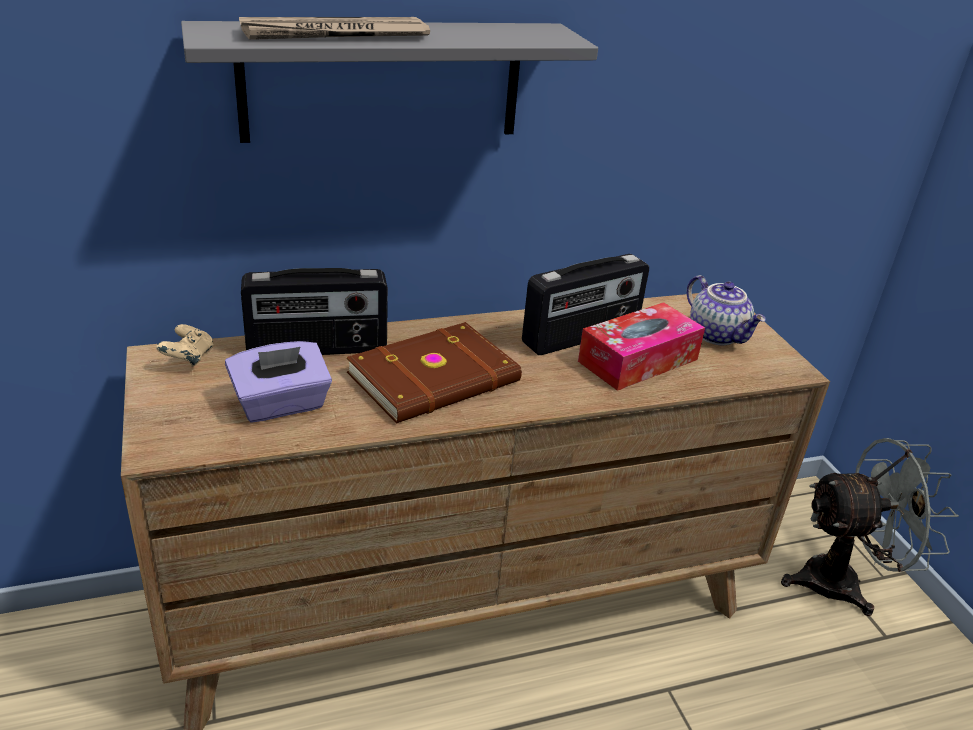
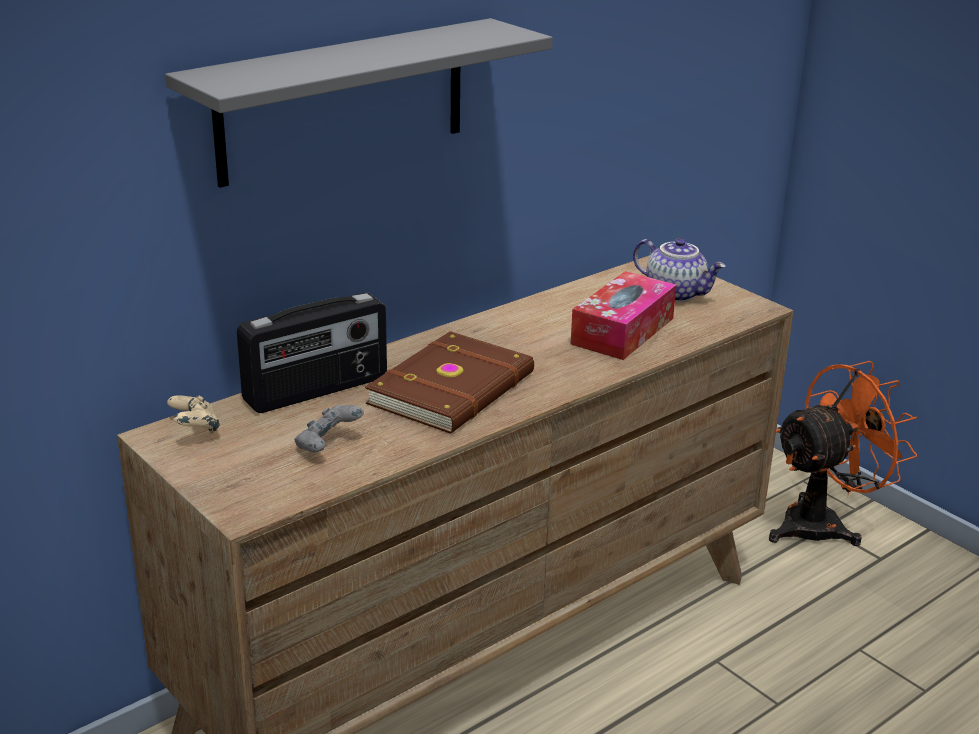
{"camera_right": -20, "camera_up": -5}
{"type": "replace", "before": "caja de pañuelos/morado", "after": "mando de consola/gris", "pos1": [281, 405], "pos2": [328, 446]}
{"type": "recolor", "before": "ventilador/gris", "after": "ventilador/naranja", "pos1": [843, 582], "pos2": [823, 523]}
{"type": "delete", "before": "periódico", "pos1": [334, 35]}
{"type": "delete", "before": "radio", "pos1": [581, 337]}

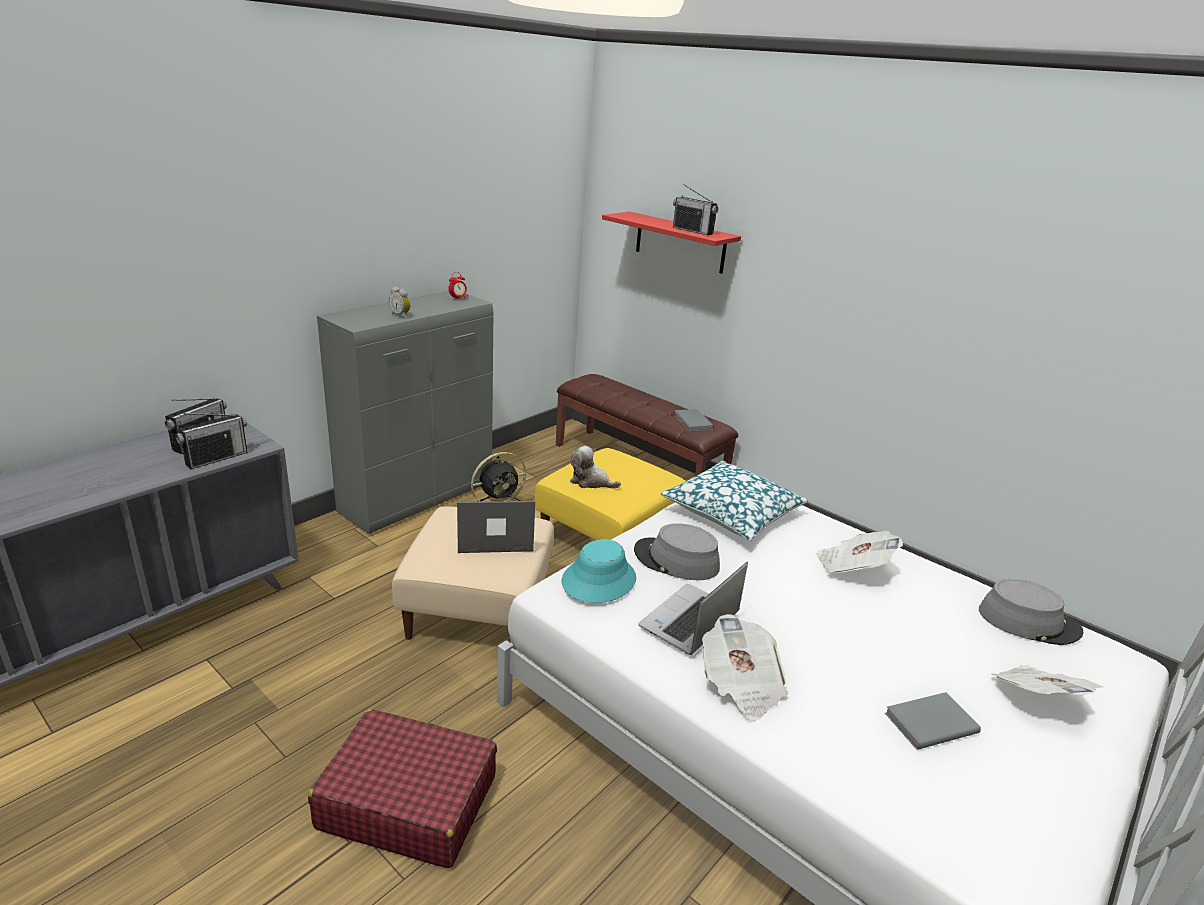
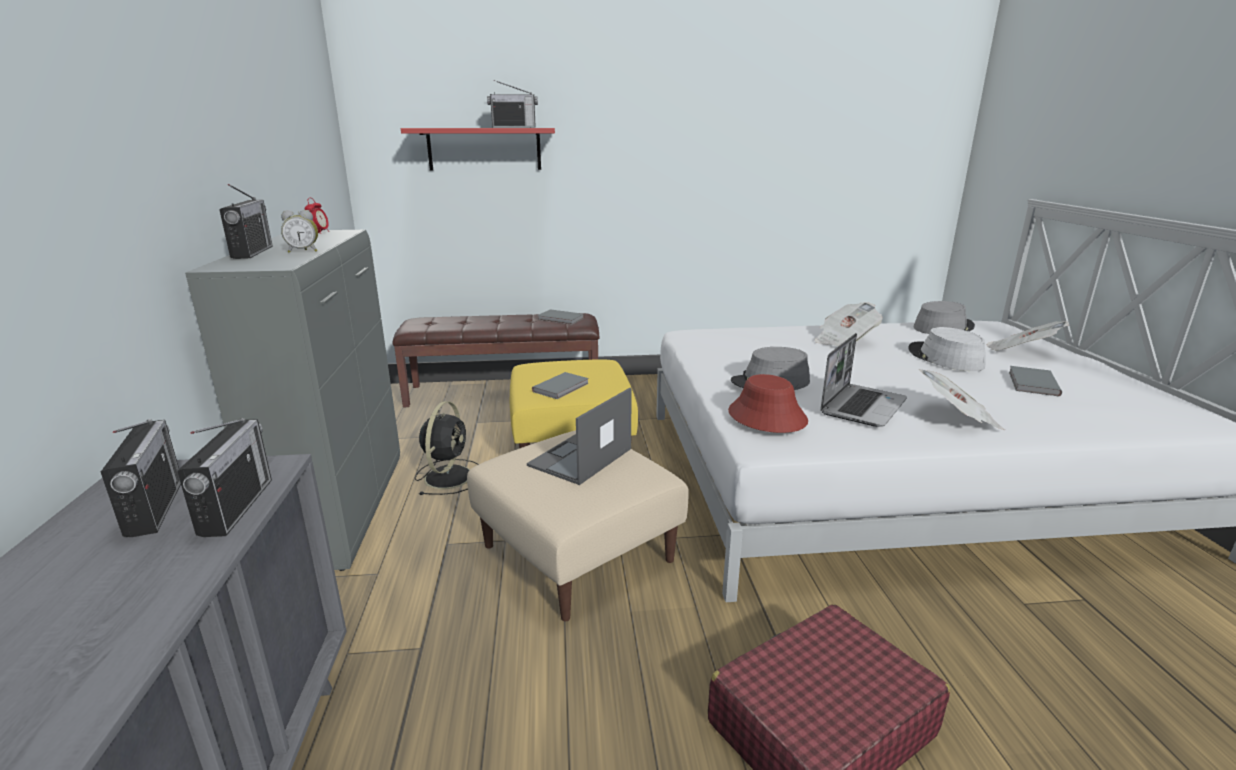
{"camera_right": -45, "camera_up": -5}
{"type": "insert", "after": "radio", "pos2": [252, 252]}
{"type": "replace", "before": "peluche", "after": "libro/gris", "pos1": [591, 482], "pos2": [562, 387]}
{"type": "recolor", "before": "sombrero/turquesa", "after": "sombrero/rojo", "pos1": [598, 580], "pos2": [766, 417]}
{"type": "rotate", "before": "portátil", "pos1": [689, 622], "pos2": [862, 406], "turn": -135}
{"type": "insert", "after": "sombrero/gris", "pos2": [944, 358]}
{"type": "delete", "before": "cojín", "pos1": [732, 512]}

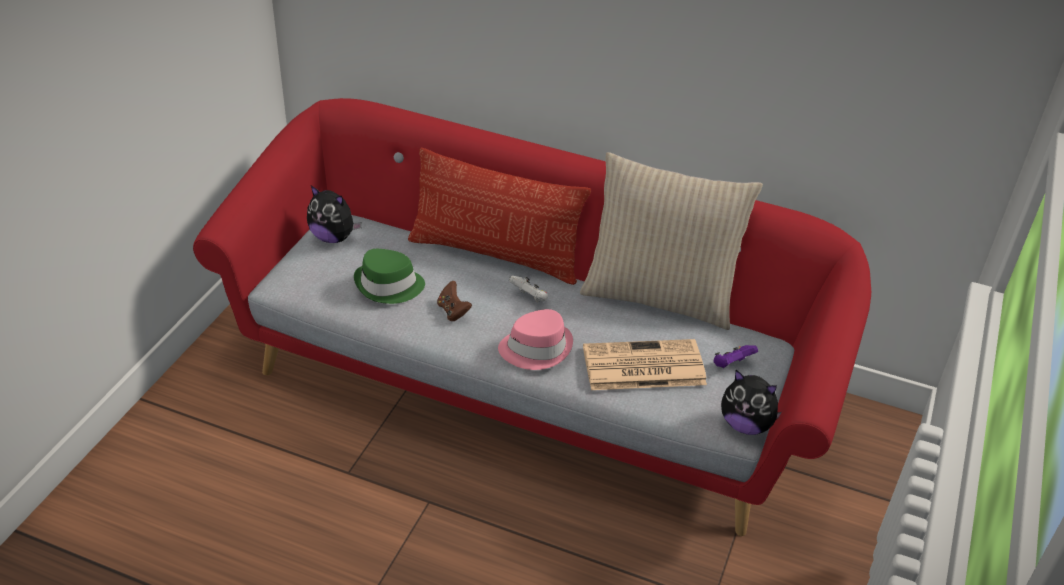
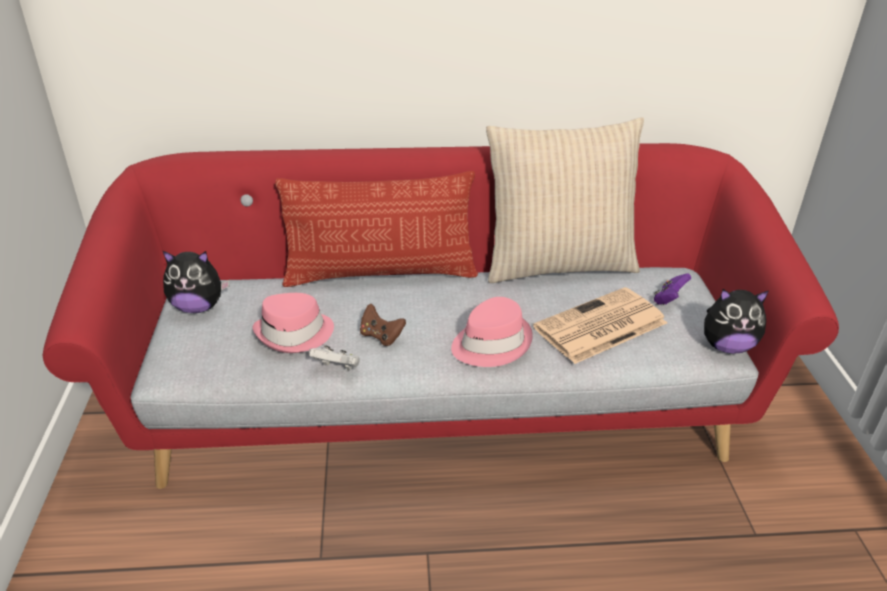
{"camera_right": -25, "camera_up": -5}
{"type": "recolor", "before": "sombrero/verde", "after": "sombrero/rosa", "pos1": [389, 286], "pos2": [295, 334]}
{"type": "move", "before": "mando de consola/blanco", "pos1": [529, 297], "pos2": [337, 368]}

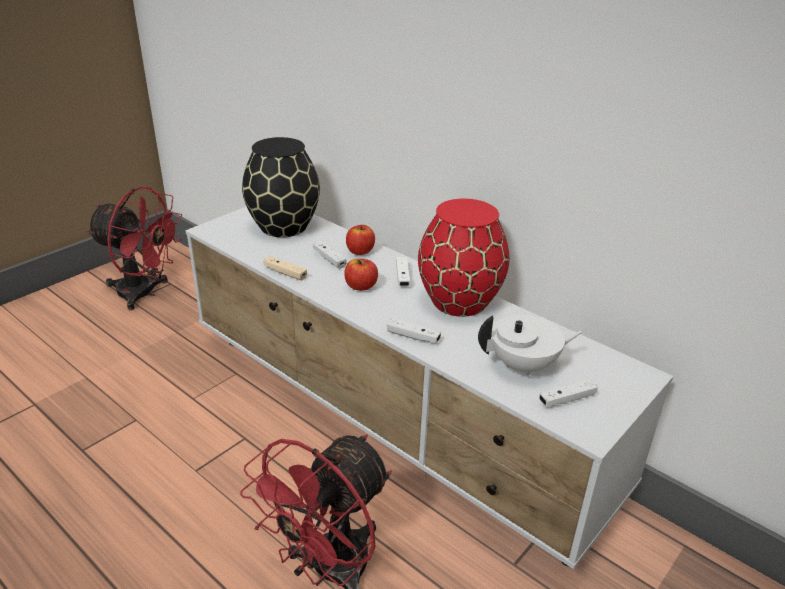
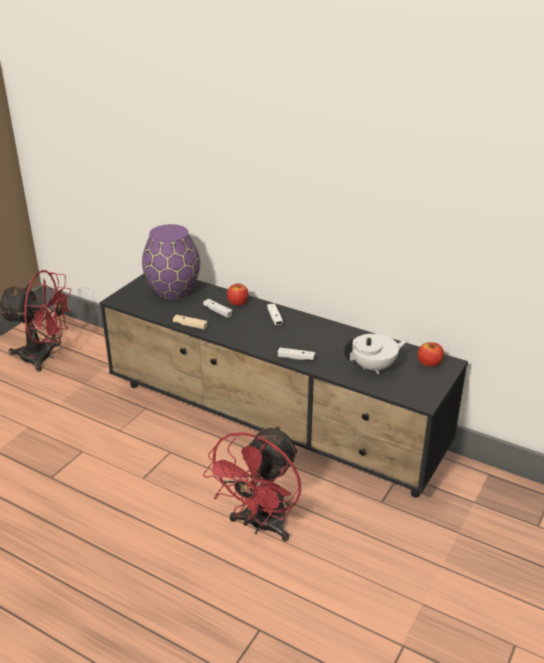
{"camera_right": -10, "camera_up": 0}
{"type": "recolor", "before": "mueble de televisión/blanco", "after": "mueble de televisión/negro", "pos1": [391, 421], "pos2": [273, 425]}
{"type": "recolor", "before": "florero/negro", "after": "florero/morado", "pos1": [284, 227], "pos2": [174, 290]}
{"type": "move", "before": "manzana", "pos1": [361, 286], "pos2": [429, 363]}
{"type": "delete", "before": "florero/rojo", "pos1": [460, 301]}
{"type": "delete", "before": "mando de consola/blanco", "pos1": [567, 399]}

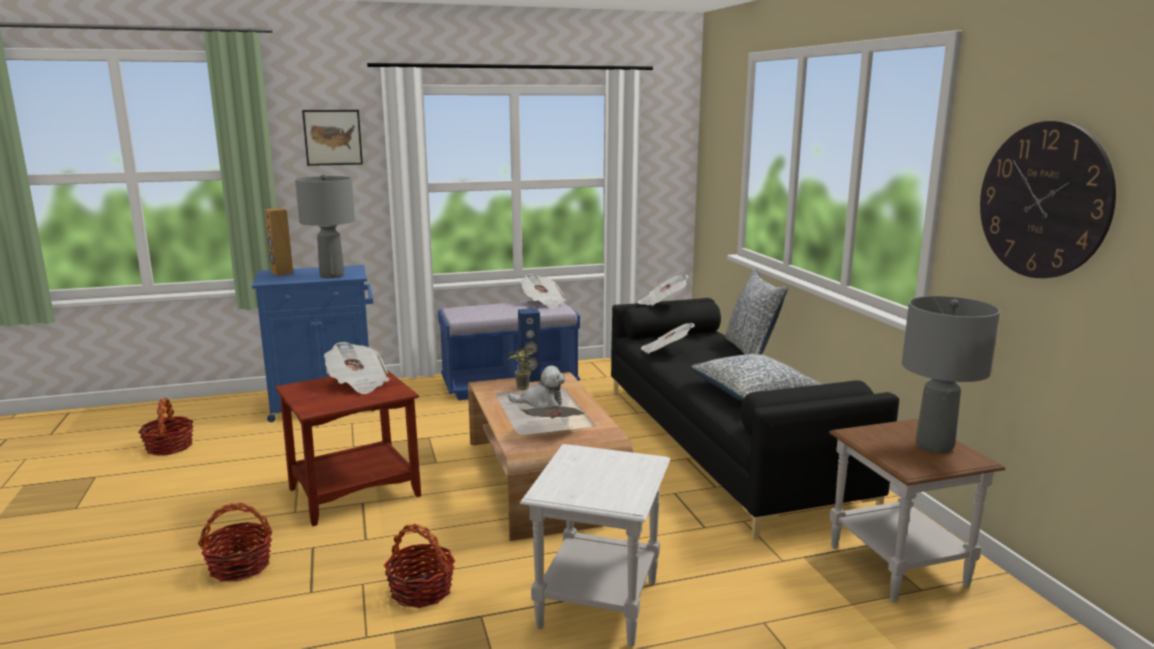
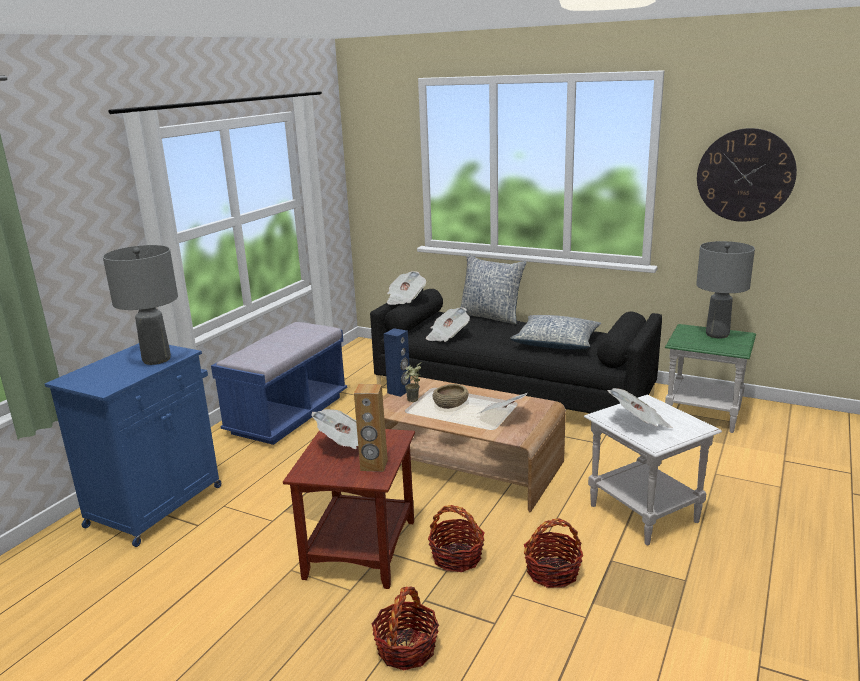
{"camera_right": -45, "camera_up": 5}
{"type": "move", "before": "altavoz/marrón", "pos1": [282, 273], "pos2": [374, 465]}
{"type": "move", "before": "cesta", "pos1": [169, 447], "pos2": [457, 557]}
{"type": "replace", "before": "peluche", "after": "cuenco/beis", "pos1": [540, 402], "pos2": [450, 404]}
{"type": "move", "before": "periódico", "pos1": [543, 303], "pos2": [639, 423]}
{"type": "recolor", "before": "mesa auxiliar/marrón", "after": "mesa auxiliar/verde", "pos1": [898, 566], "pos2": [704, 415]}
{"type": "delete", "before": "cuadro", "pos1": [333, 137]}

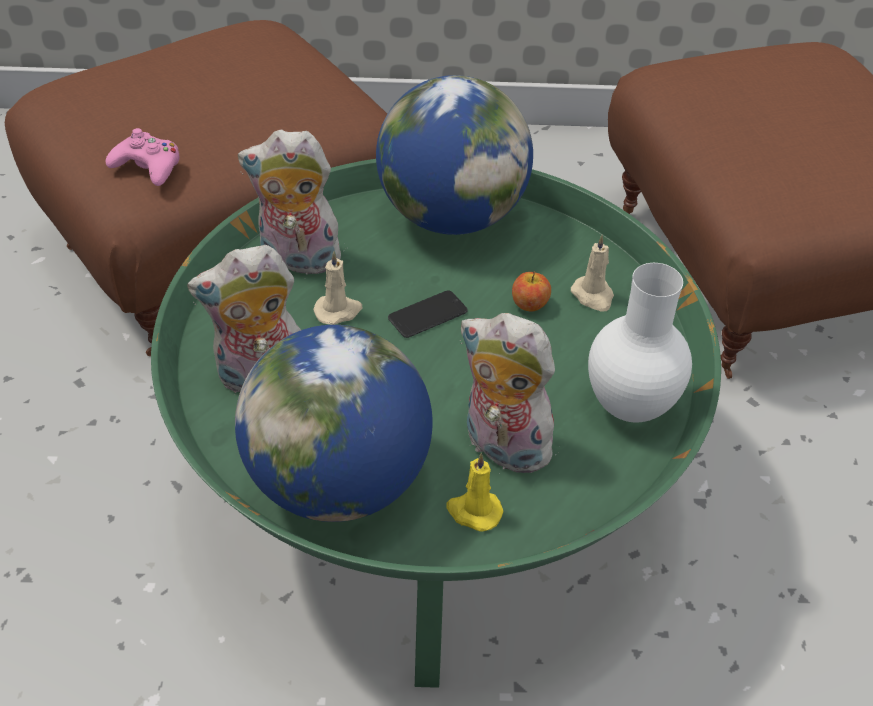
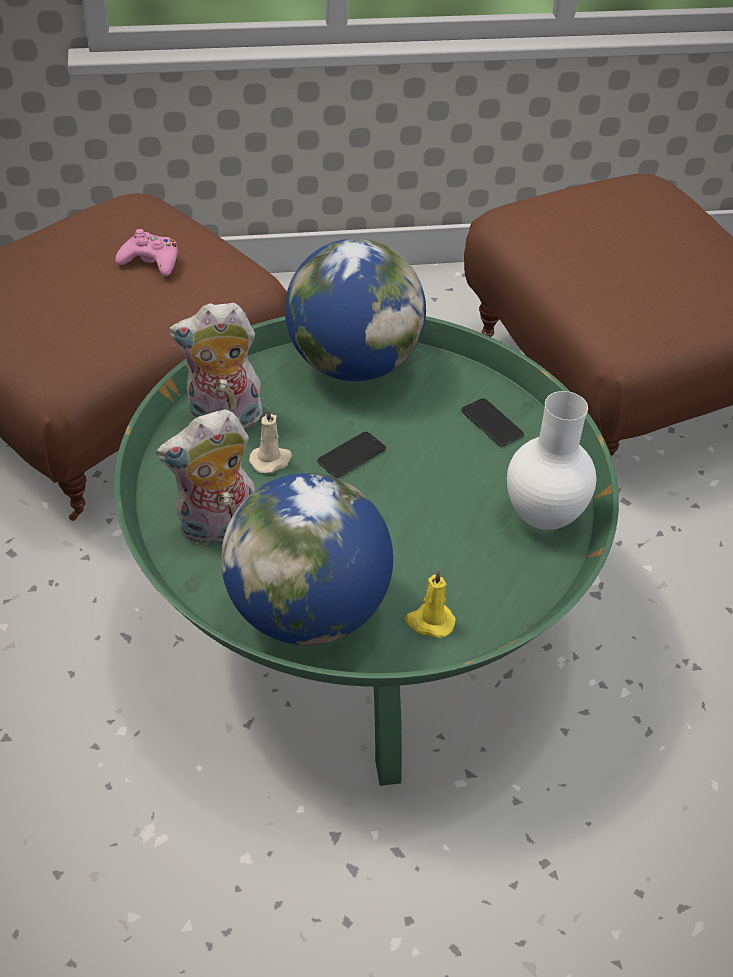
{"camera_right": -10, "camera_up": 0}
{"type": "move", "before": "mando de consola/rosa", "pos1": [147, 166], "pos2": [151, 261]}
{"type": "replace", "before": "vela/beis", "after": "móvil", "pos1": [593, 296], "pos2": [492, 423]}
{"type": "delete", "before": "peluche", "pos1": [501, 447]}
{"type": "delete", "before": "manzana", "pos1": [529, 304]}

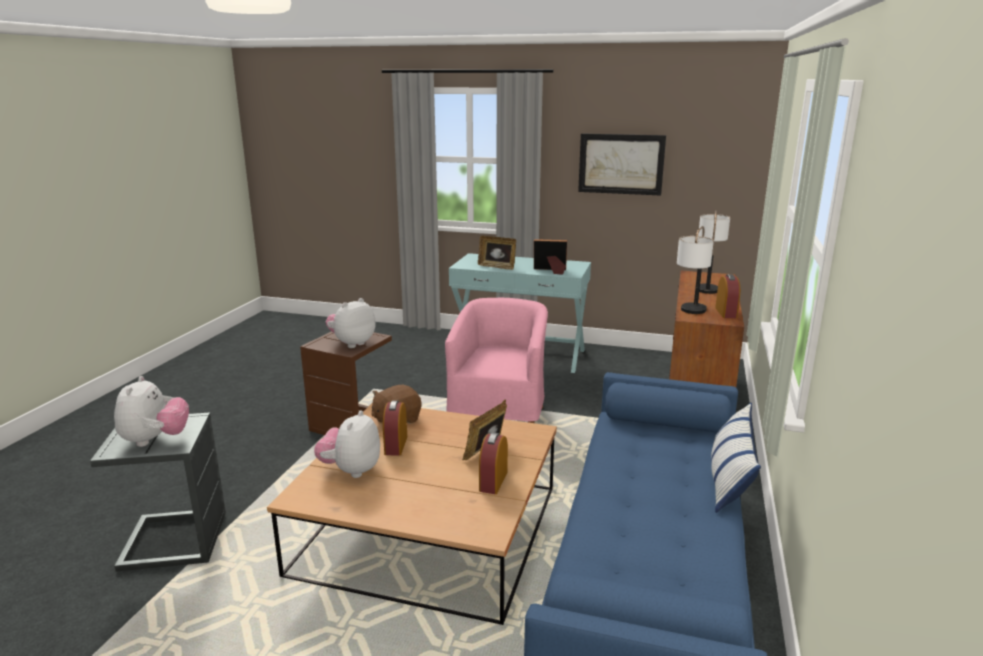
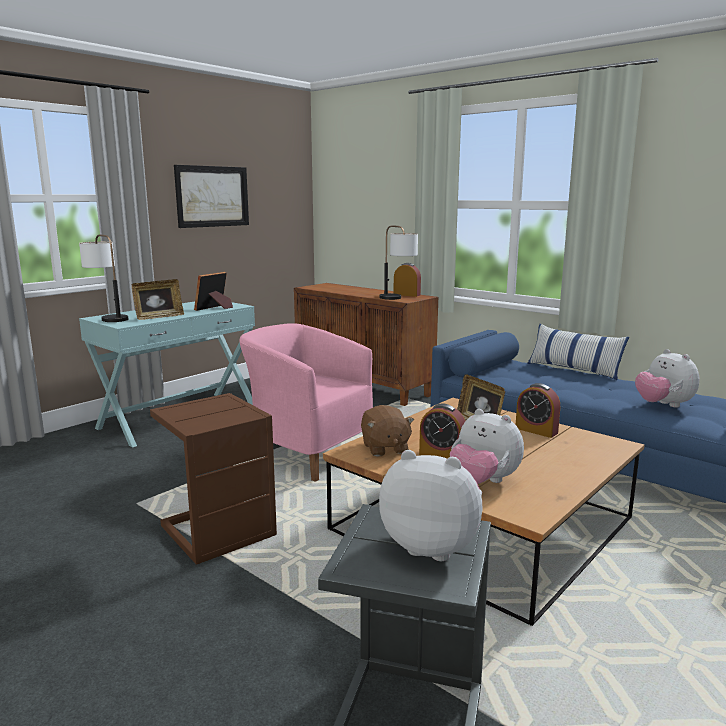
{"camera_right": -65, "camera_up": -5}
{"type": "move", "before": "lámpara de mesa", "pos1": [707, 286], "pos2": [108, 318]}
{"type": "move", "before": "peluche", "pos1": [352, 343], "pos2": [663, 405]}

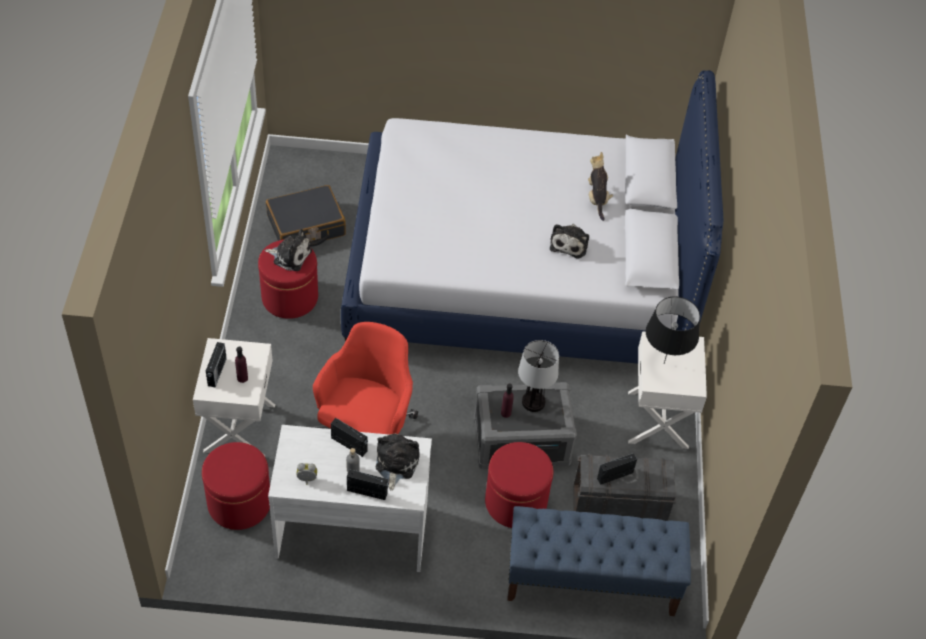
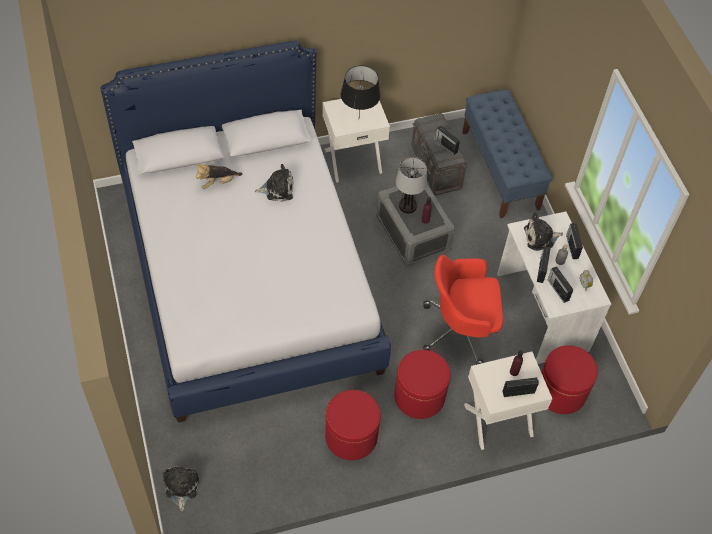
{"camera_right": -110, "camera_up": 5}
{"type": "move", "before": "peluche", "pos1": [290, 256], "pos2": [181, 487]}
{"type": "move", "before": "puf/rojo", "pos1": [515, 502], "pos2": [419, 396]}
{"type": "insert", "after": "radio", "pos2": [557, 289]}
{"type": "delete", "before": "maleta/negro", "pos1": [306, 226]}

